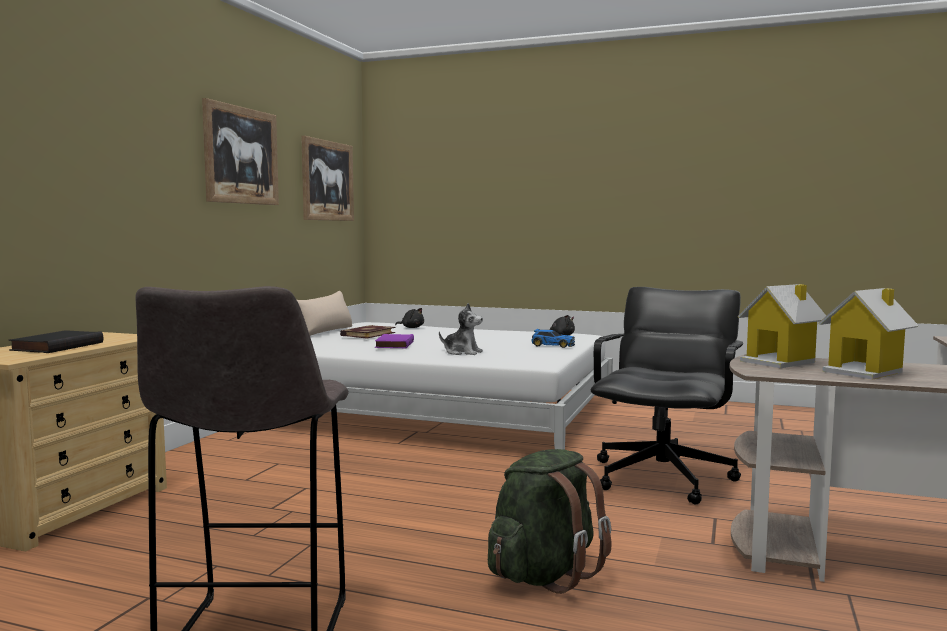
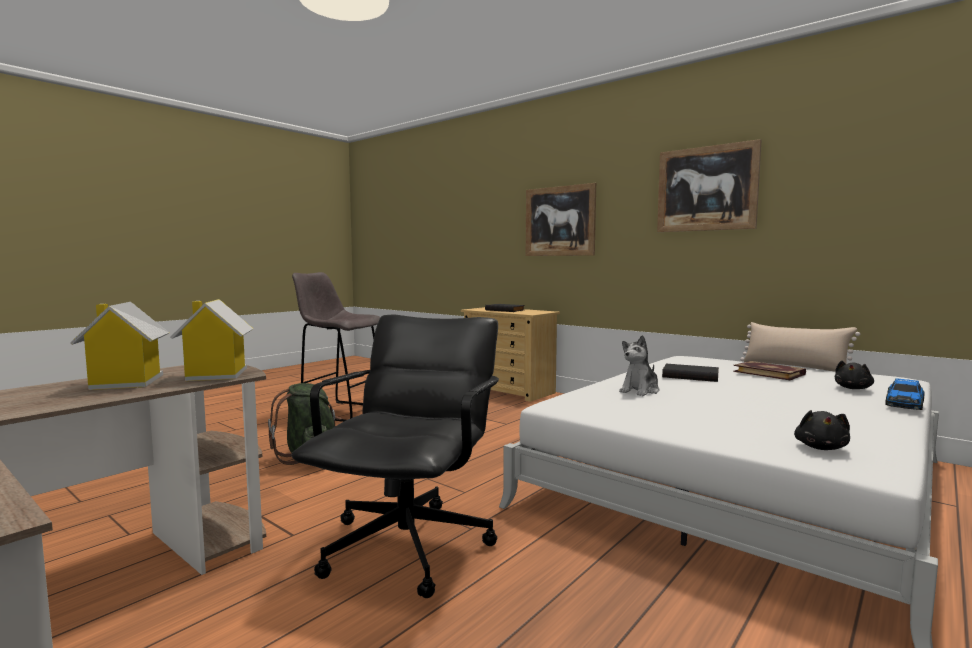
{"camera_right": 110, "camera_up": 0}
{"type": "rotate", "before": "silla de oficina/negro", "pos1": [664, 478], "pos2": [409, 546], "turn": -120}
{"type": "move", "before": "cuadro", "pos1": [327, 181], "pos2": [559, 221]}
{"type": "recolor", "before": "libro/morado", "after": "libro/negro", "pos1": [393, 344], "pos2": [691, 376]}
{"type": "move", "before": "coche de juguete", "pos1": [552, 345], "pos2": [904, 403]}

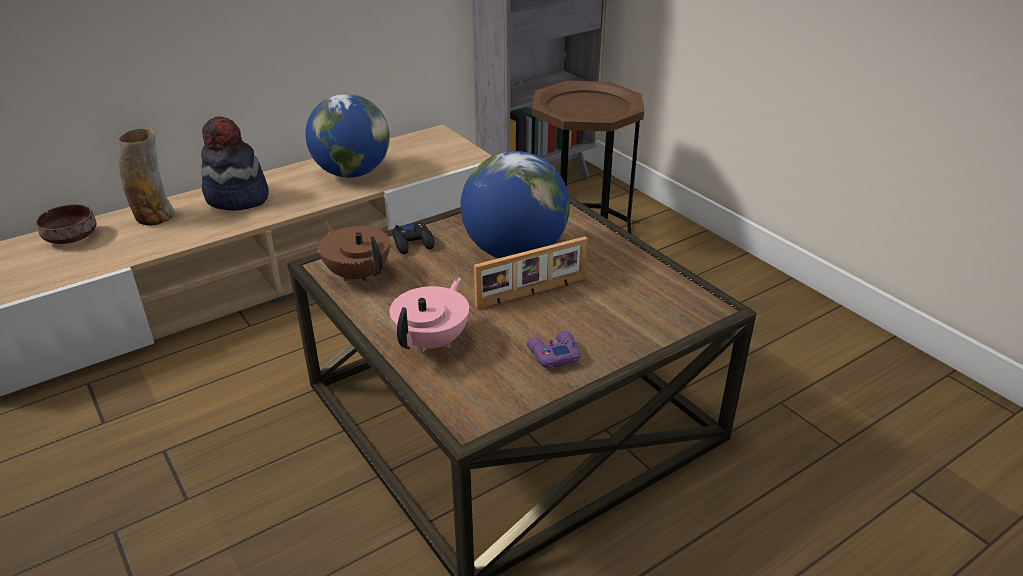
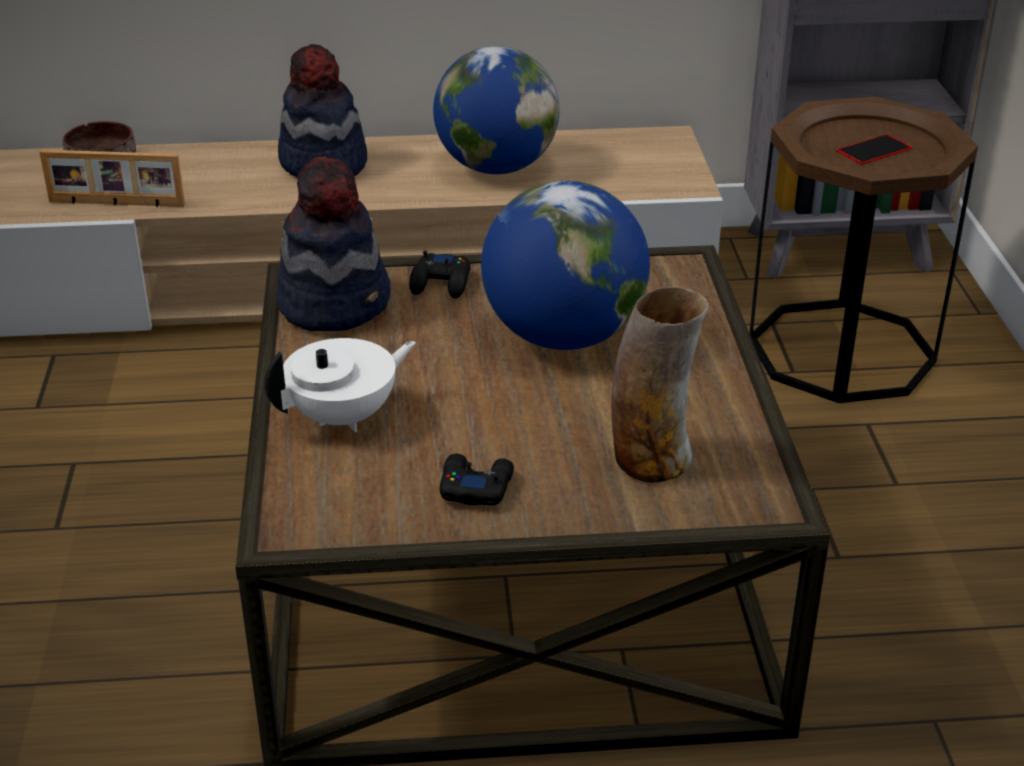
{"camera_right": 30, "camera_up": 0}
{"type": "move", "before": "portarretratos", "pos1": [532, 293], "pos2": [116, 204]}
{"type": "recolor", "before": "tetera/rosa", "after": "tetera/blanco", "pos1": [433, 341], "pos2": [344, 417]}
{"type": "replace", "before": "tetera/marrón", "after": "sombrero", "pos1": [358, 274], "pos2": [335, 303]}
{"type": "recolor", "before": "mando de consola/morado", "after": "mando de consola/negro", "pos1": [553, 354], "pos2": [475, 487]}
{"type": "move", "before": "florero", "pos1": [154, 217], "pos2": [651, 459]}
{"type": "insert", "after": "móvil", "pos2": [874, 150]}

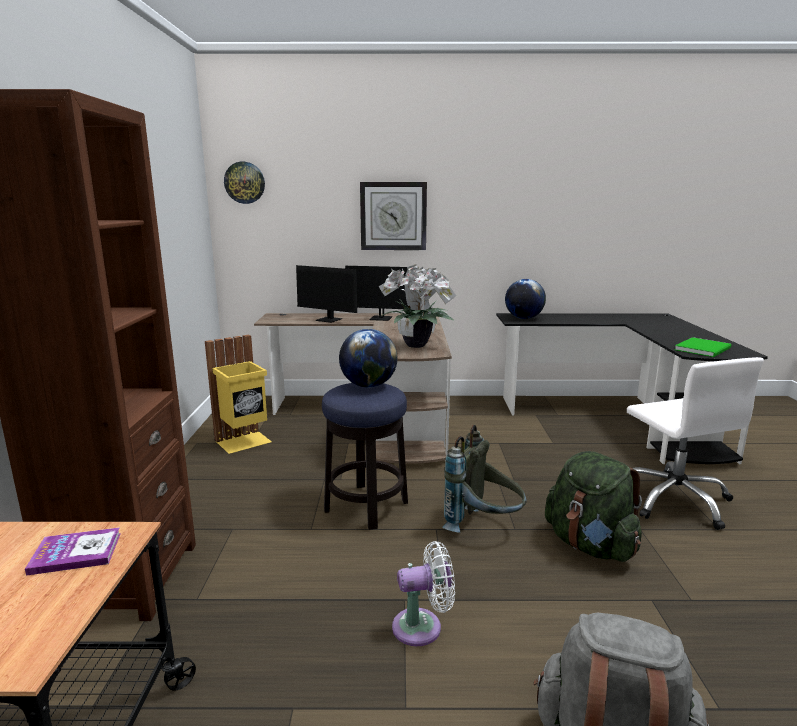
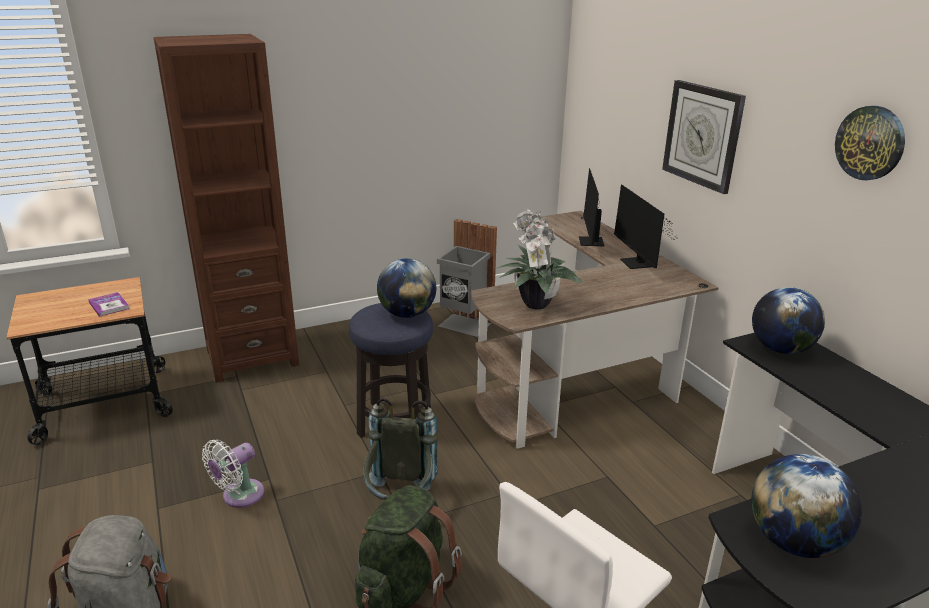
{"camera_right": 65, "camera_up": 10}
{"type": "rotate", "before": "ventilador/blanco", "pos1": [422, 626], "pos2": [239, 496], "turn": 75}
{"type": "recolor", "before": "papelera/amarillo", "after": "papelera/gris", "pos1": [244, 442], "pos2": [465, 324]}
{"type": "replace", "before": "libro/verde", "after": "globo terráqueo", "pos1": [704, 349], "pos2": [794, 542]}
{"type": "move", "before": "reloj de pared", "pos1": [244, 182], "pos2": [870, 143]}

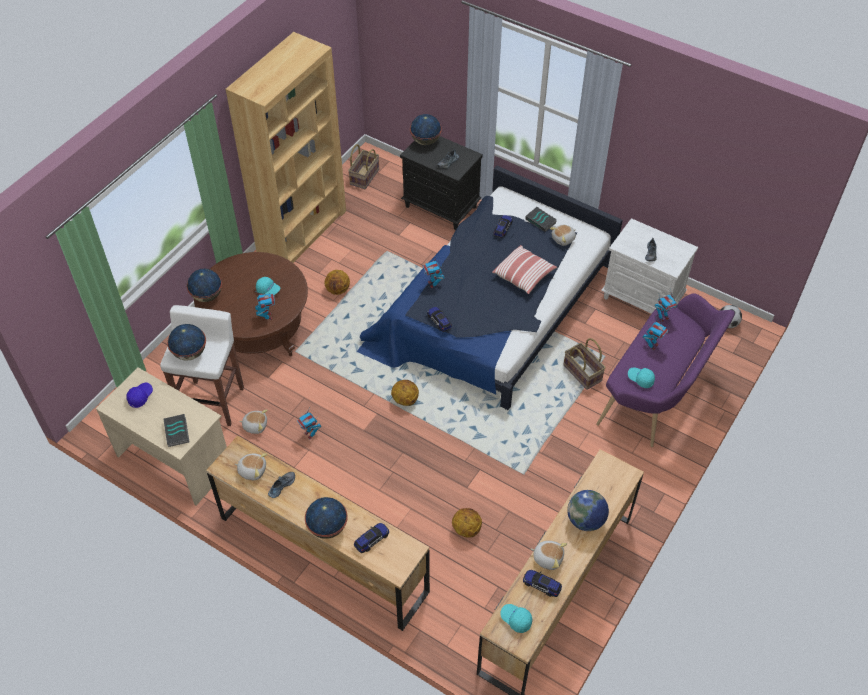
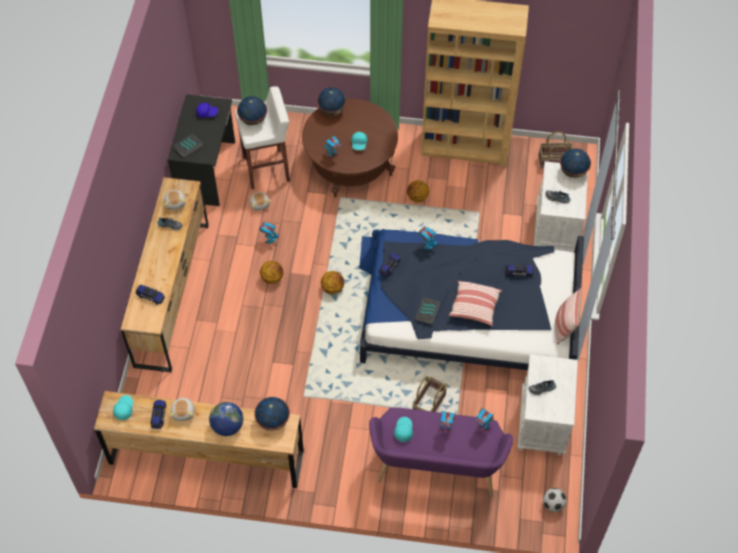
{"camera_right": 65, "camera_up": 5}
{"type": "recolor", "before": "escritorio/beis", "after": "escritorio/negro", "pos1": [174, 459], "pos2": [207, 171]}
{"type": "move", "before": "globo terráqueo", "pos1": [327, 527], "pos2": [273, 421]}
{"type": "move", "before": "balón de baloncesto", "pos1": [466, 529], "pos2": [272, 278]}
{"type": "move", "before": "libro", "pos1": [541, 221], "pos2": [428, 312]}
{"type": "recolor", "before": "mesita de noche/negro", "after": "mesita de noche/blanco", "pos1": [441, 207], "pos2": [555, 230]}
{"type": "insert", "after": "cojín", "pos2": [564, 326]}
{"type": "delete", "before": "peluche", "pos1": [563, 239]}

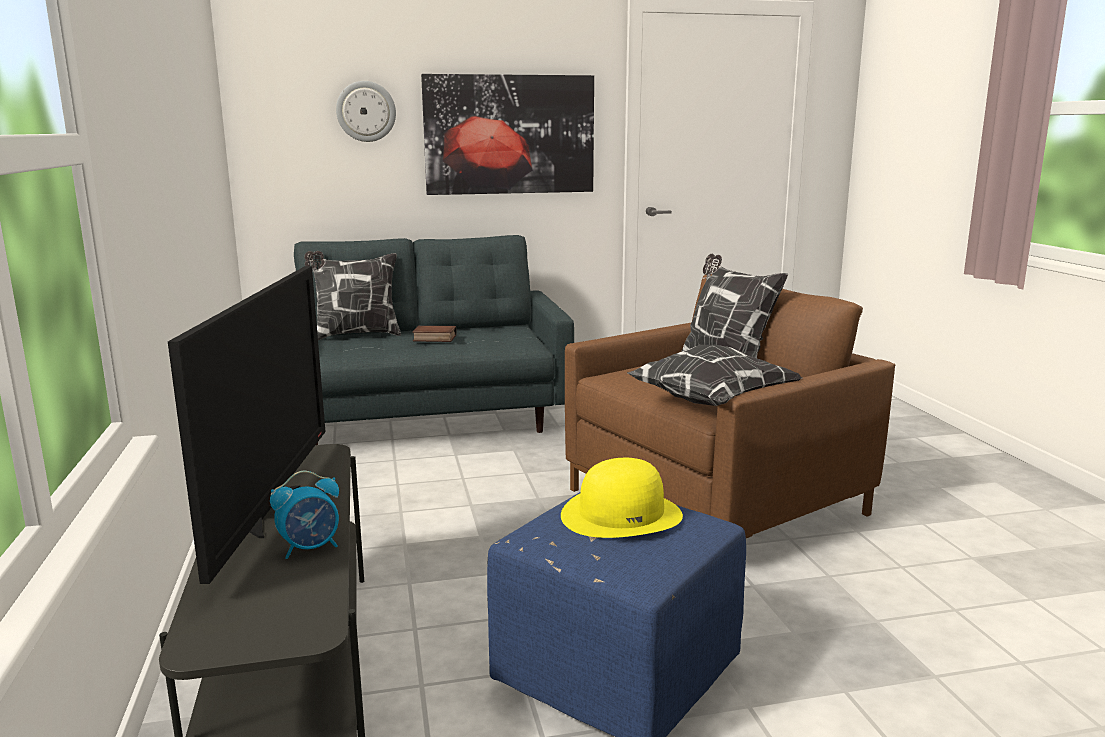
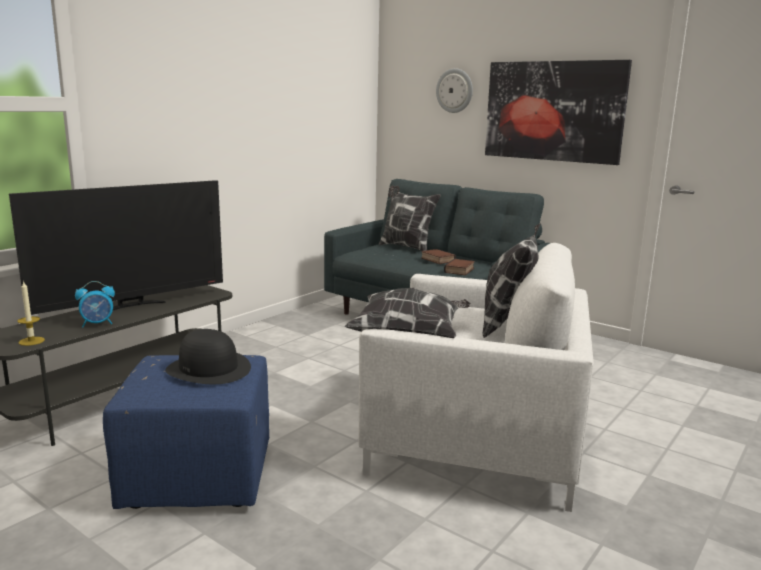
{"camera_right": 50, "camera_up": 0}
{"type": "insert", "after": "vela", "pos2": [31, 341]}
{"type": "rotate", "before": "despertador", "pos1": [310, 548], "pos2": [98, 324], "turn": -45}
{"type": "recolor", "before": "sombrero/amarillo", "after": "sombrero/negro", "pos1": [621, 514], "pos2": [209, 369]}
{"type": "recolor", "before": "sillón/marrón", "after": "sillón/blanco", "pos1": [716, 502], "pos2": [477, 440]}
{"type": "insert", "after": "libro", "pos2": [460, 270]}

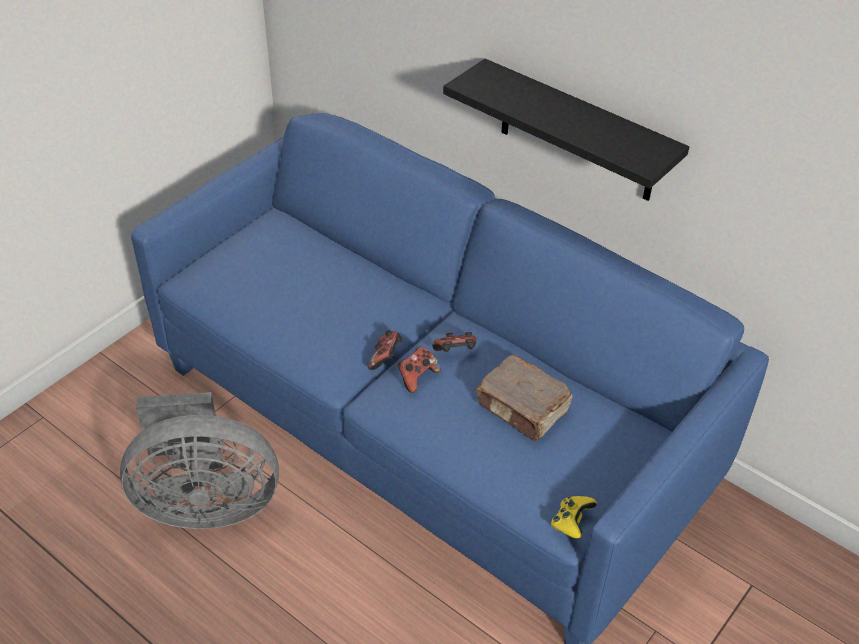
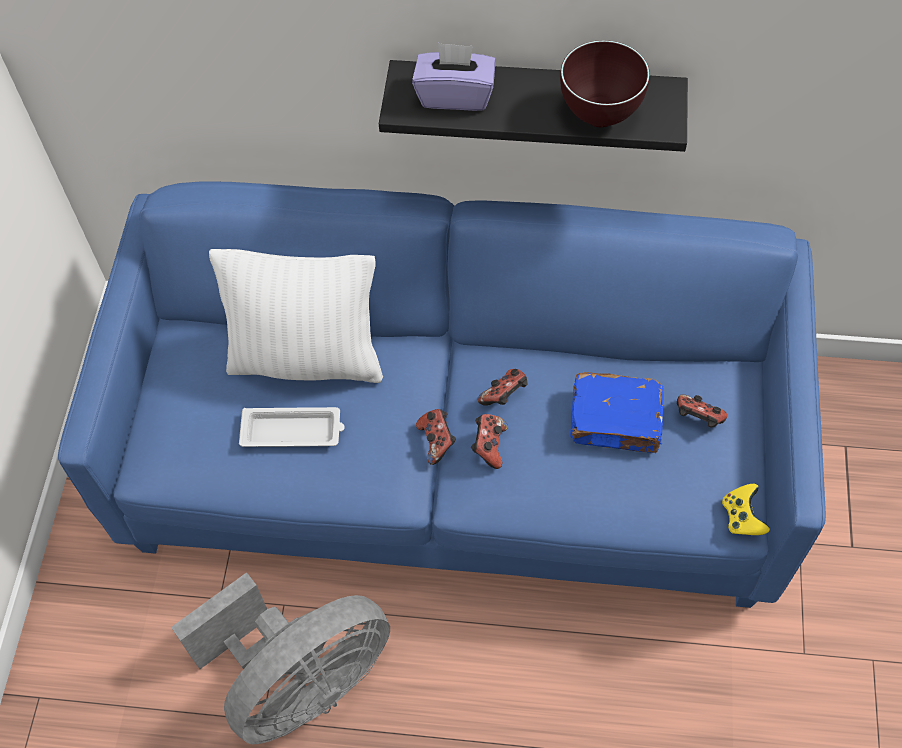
{"camera_right": -30, "camera_up": 15}
{"type": "insert", "after": "cojín/blanco", "pos2": [307, 359]}
{"type": "insert", "after": "bandeja/blanco", "pos2": [293, 431]}
{"type": "insert", "after": "caja de pañuelos/morado", "pos2": [455, 95]}
{"type": "insert", "after": "cuenco/marrón", "pos2": [597, 116]}
{"type": "recolor", "before": "libro/marrón", "after": "libro/azul", "pos1": [523, 408], "pos2": [616, 422]}
{"type": "insert", "after": "mando de consola", "pos2": [697, 419]}

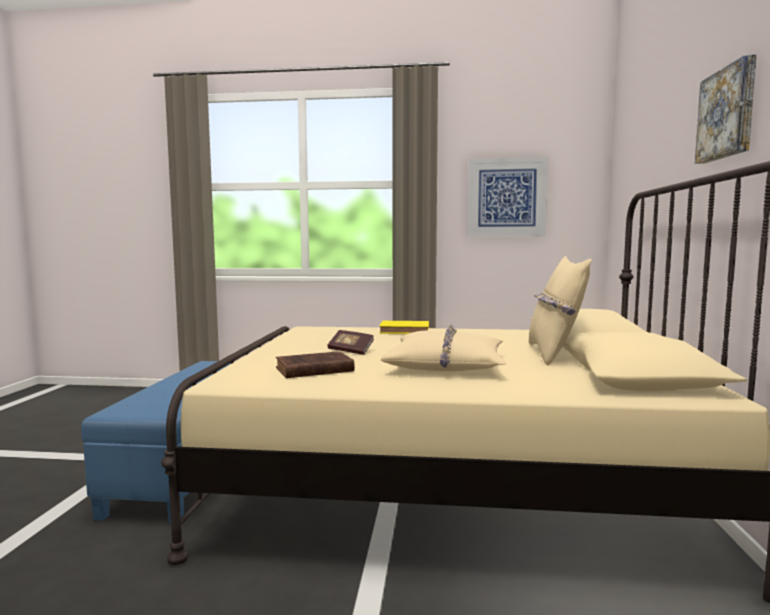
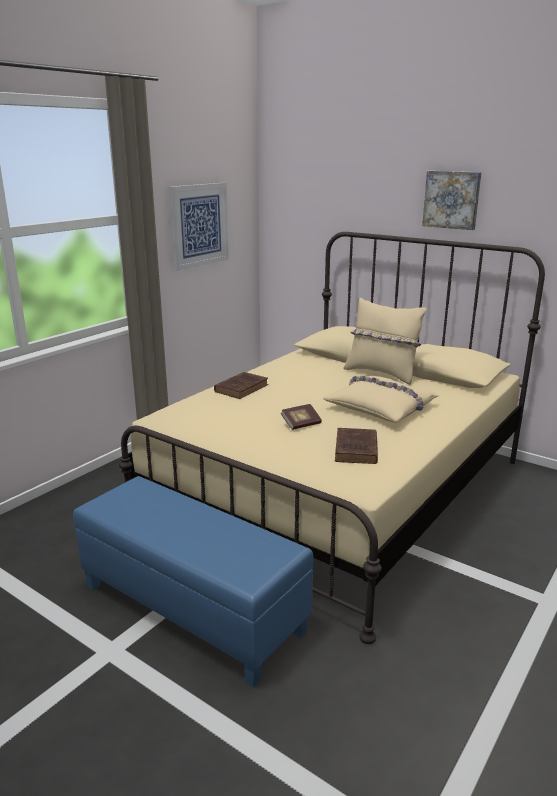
{"camera_right": -60, "camera_up": 15}
{"type": "recolor", "before": "libro/amarillo", "after": "libro/marrón", "pos1": [406, 331], "pos2": [242, 388]}

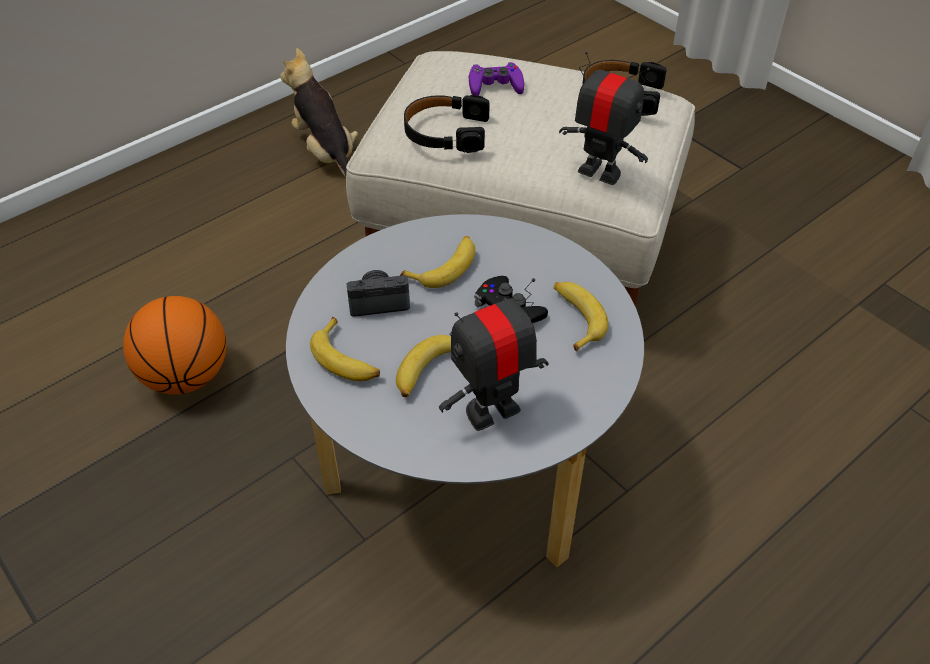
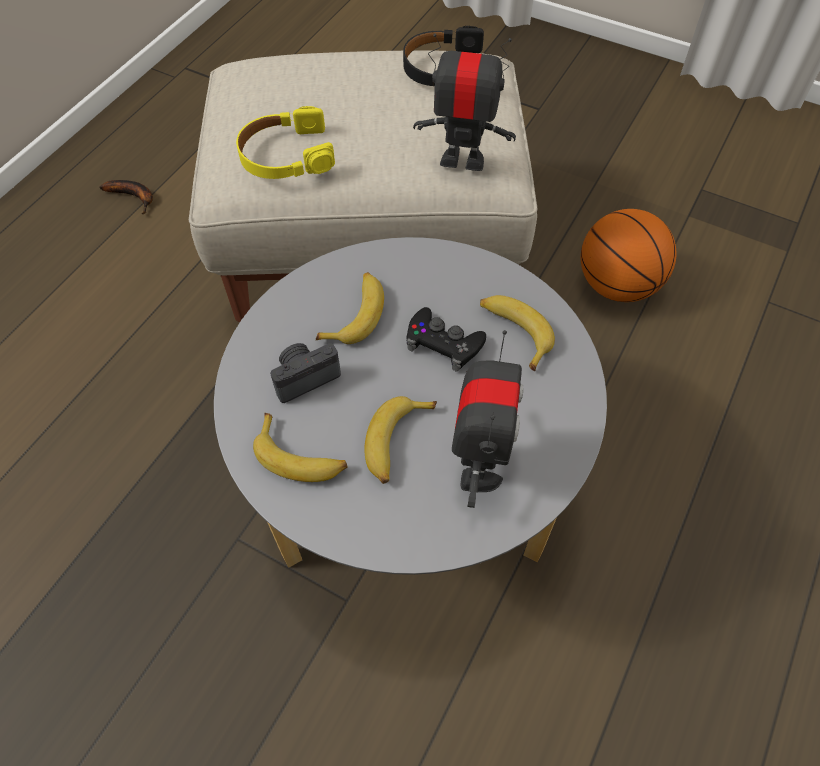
{"camera_right": -20, "camera_up": 10}
{"type": "replace", "before": "peluche", "after": "plátano", "pos1": [327, 154], "pos2": [134, 197]}
{"type": "recolor", "before": "auriculares/negro", "after": "auriculares/amarillo", "pos1": [445, 132], "pos2": [286, 156]}
{"type": "rotate", "before": "robot de juguete", "pos1": [492, 411], "pos2": [479, 466], "turn": 150}
{"type": "move", "before": "balón de baloncesto", "pos1": [186, 376], "pos2": [617, 285]}
{"type": "delete", "before": "mando de consola/morado", "pos1": [495, 85]}

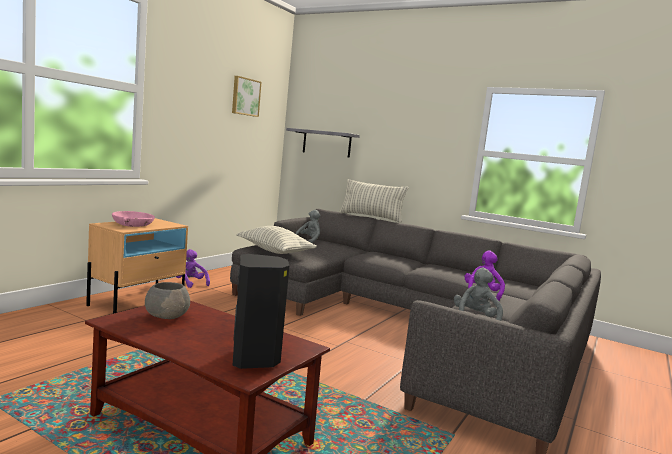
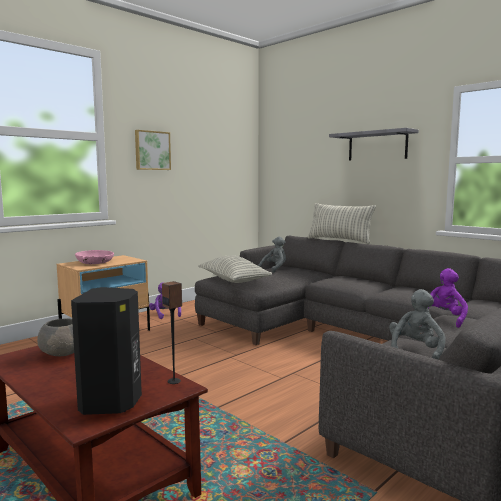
{"camera_right": 15, "camera_up": 0}
{"type": "move", "before": "cuadro", "pos1": [245, 96], "pos2": [152, 150]}
{"type": "insert", "after": "altavoz", "pos2": [174, 381]}
{"type": "move", "before": "estante/gris", "pos1": [326, 143], "pos2": [377, 146]}

